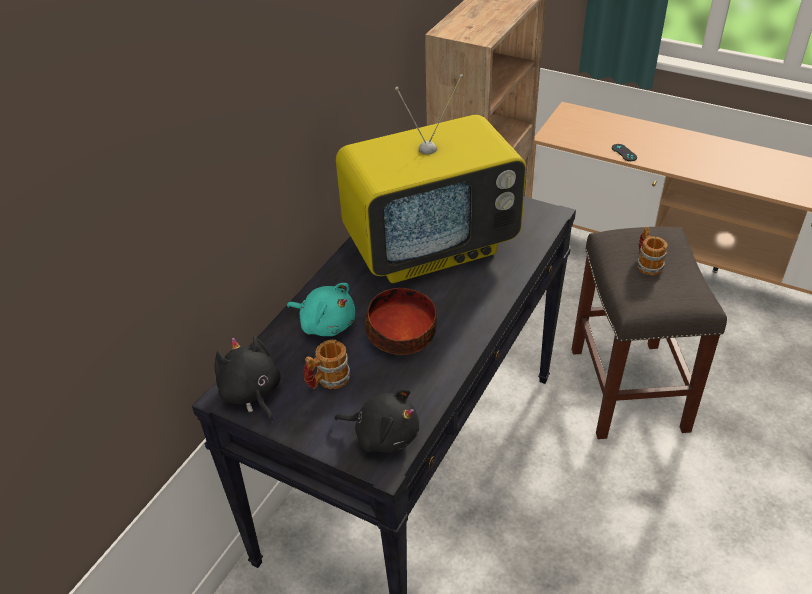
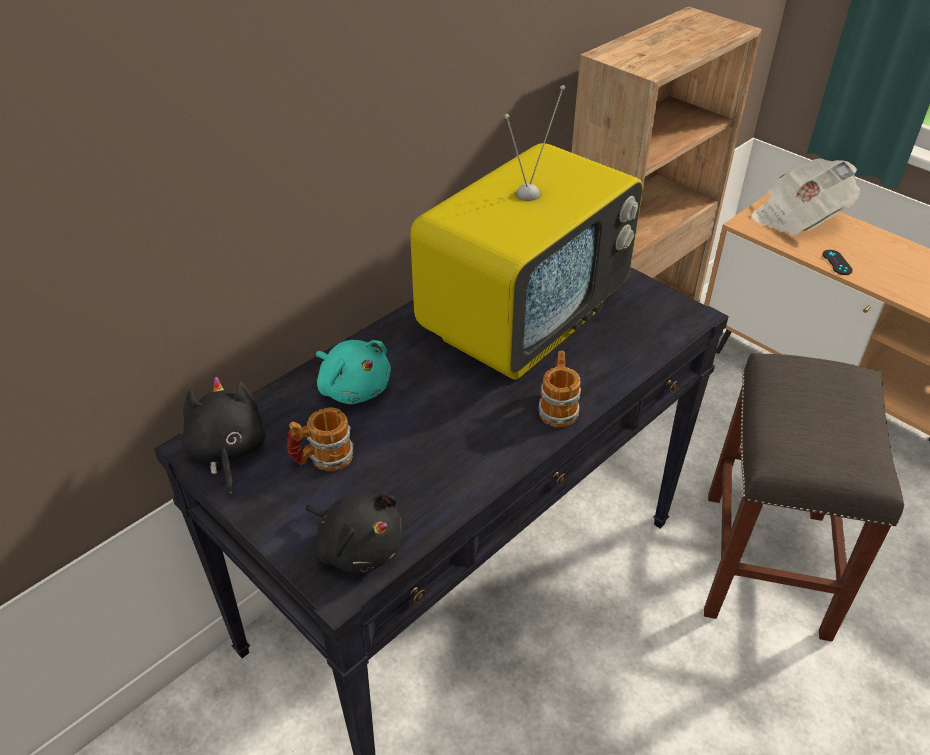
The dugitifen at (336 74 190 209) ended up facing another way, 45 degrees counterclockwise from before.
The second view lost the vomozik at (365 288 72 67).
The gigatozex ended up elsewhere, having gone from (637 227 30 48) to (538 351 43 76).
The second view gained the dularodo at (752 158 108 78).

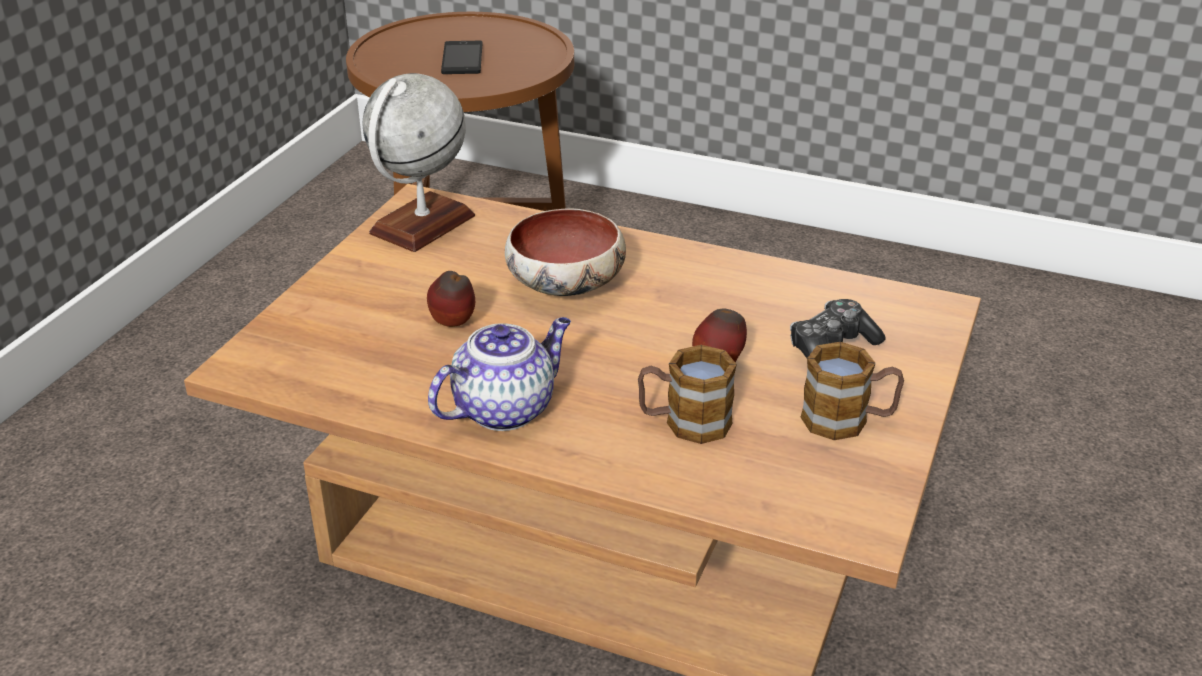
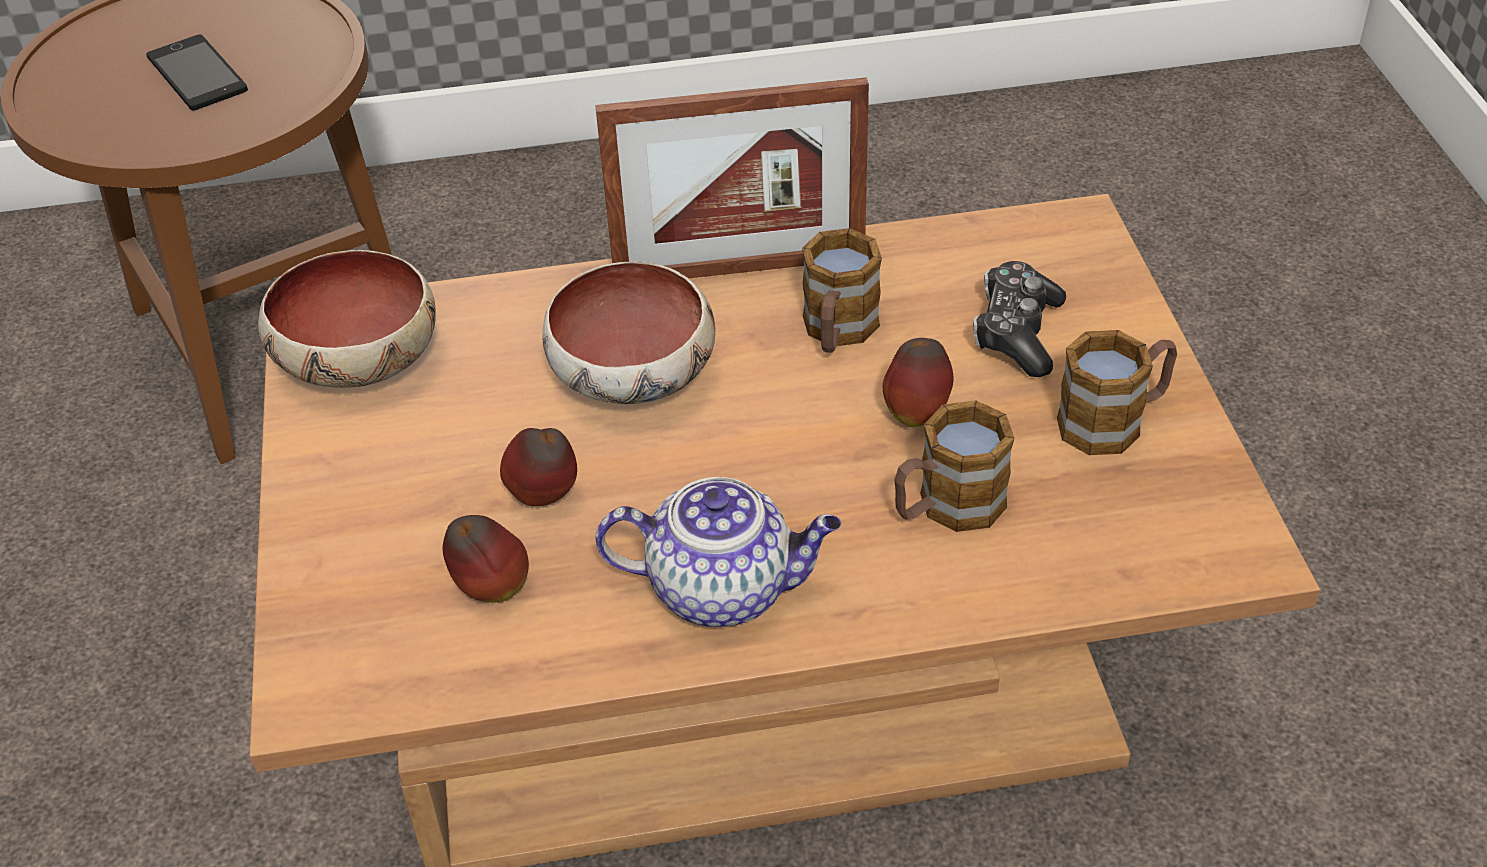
Where the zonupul stood at (363 73 112 179), the vomozik came to stand at (258 250 178 138).
The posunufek at (428 317 143 114) ended up facing another way, 75 degrees clockwise from before.
The second view gained the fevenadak at (443 515 86 88).
The second view gained the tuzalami at (595 78 274 200).
The second view gained the gigatozex at (802 228 80 125).

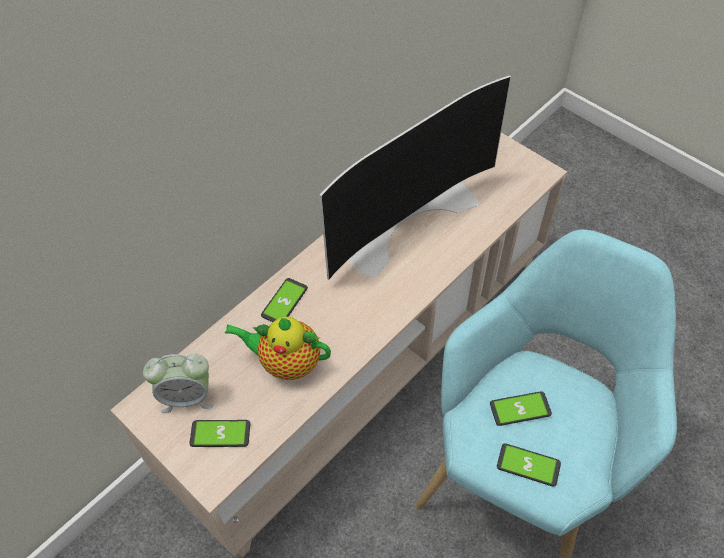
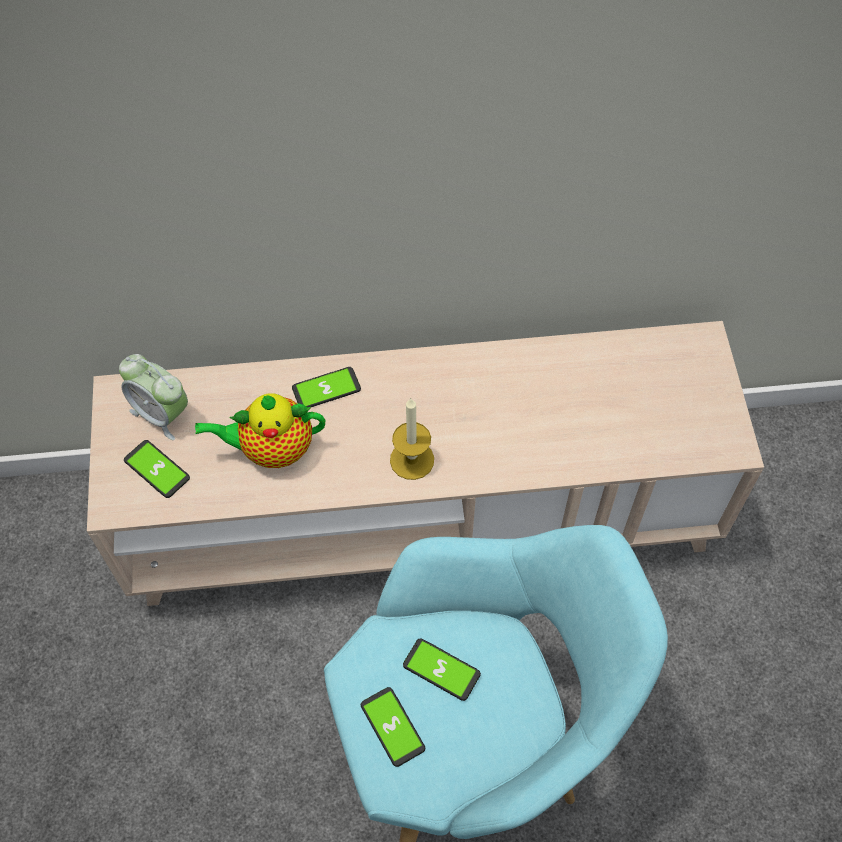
The posunufek at (225 317 106 63) ended up facing another way, 60 degrees counterclockwise from before.
The second view lost the dugitifen at (320 75 191 205).
The second view gained the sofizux at (390 399 44 81).

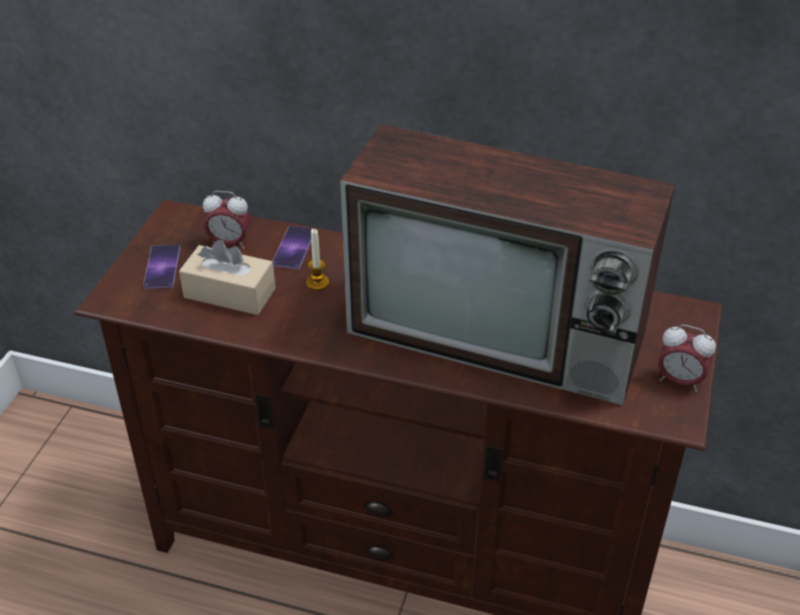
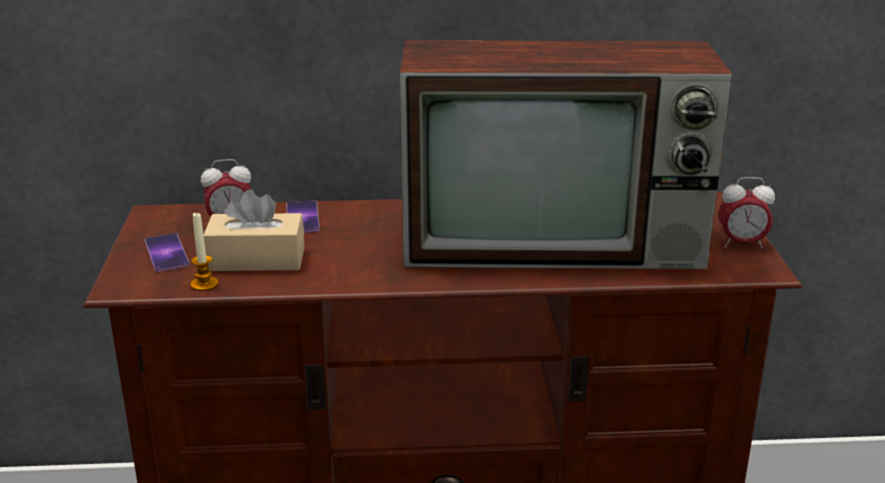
The sofizux ended up elsewhere, having gone from (306 229 23 61) to (191 211 27 80).

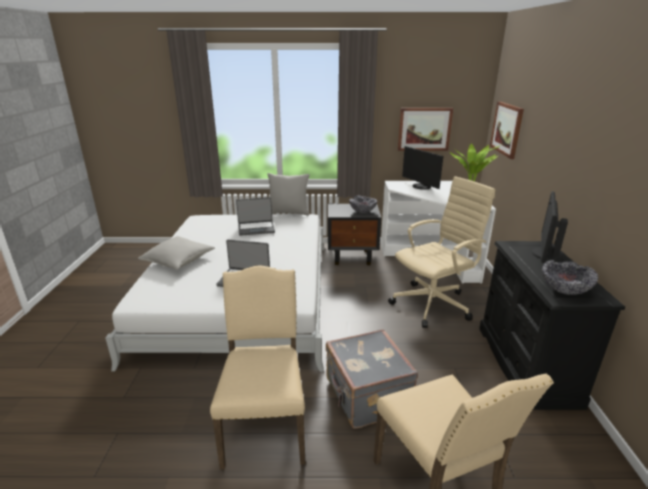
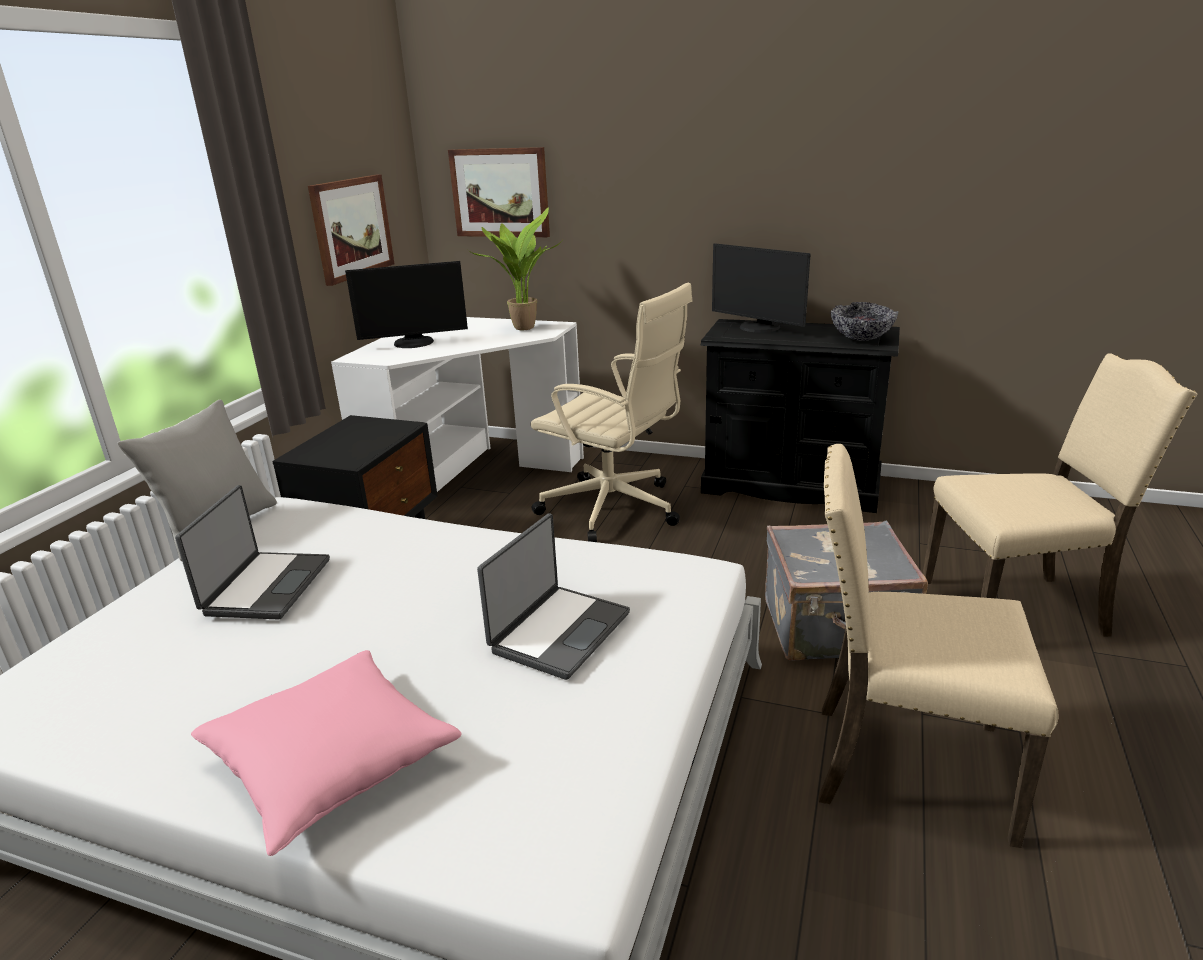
What was the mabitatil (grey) at (138 236 77 34) turned into the mabitatil (pink) at (191 650 271 206).
The second view lost the vomozik at (349 195 28 18).
The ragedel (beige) at (388 176 108 152) ended up facing another way, 135 degrees clockwise from before.

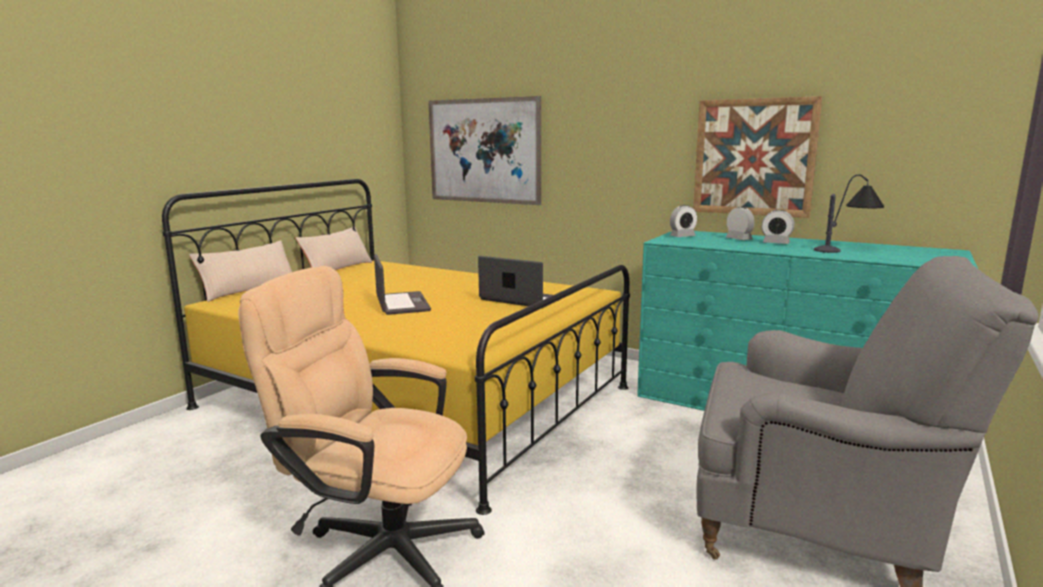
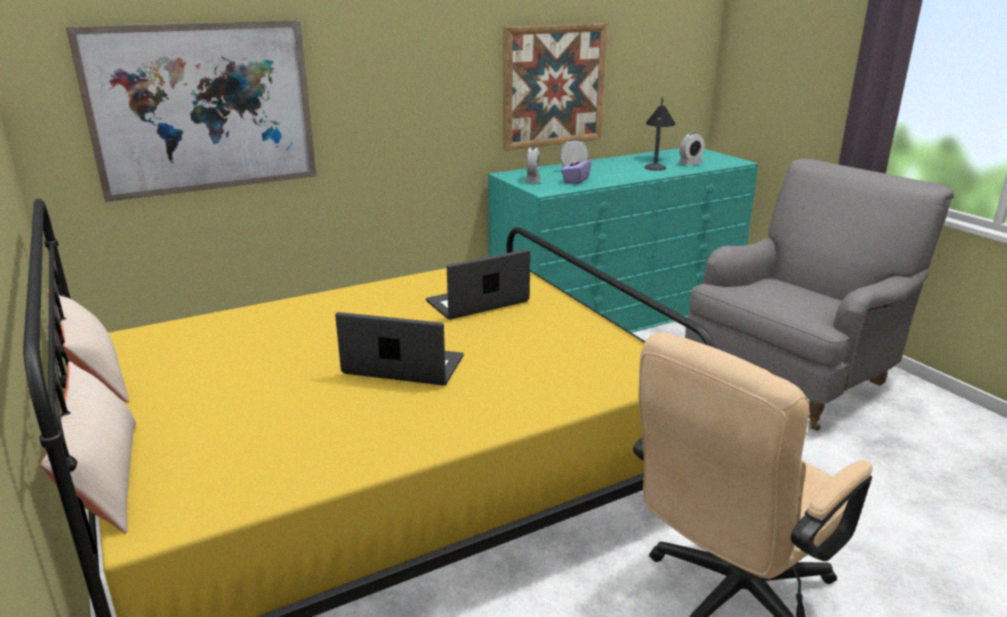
The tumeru ended up elsewhere, having gone from (761 210 34 34) to (678 133 27 33).
The second view gained the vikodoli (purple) at (561 153 31 31).

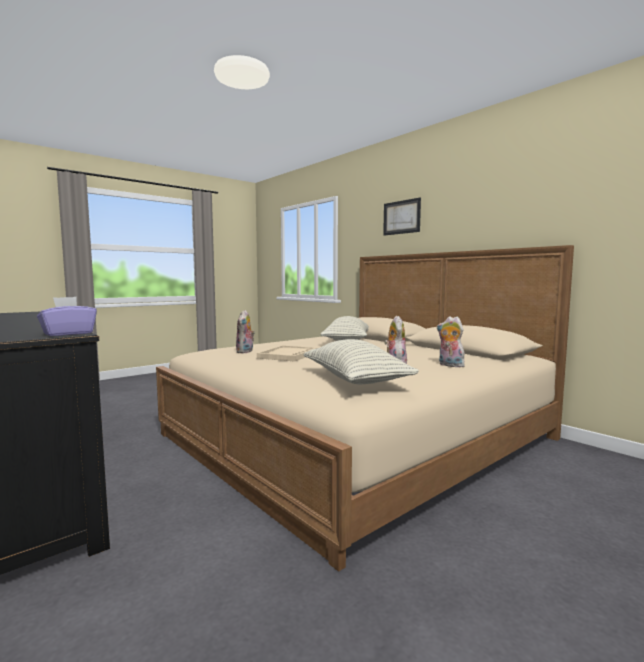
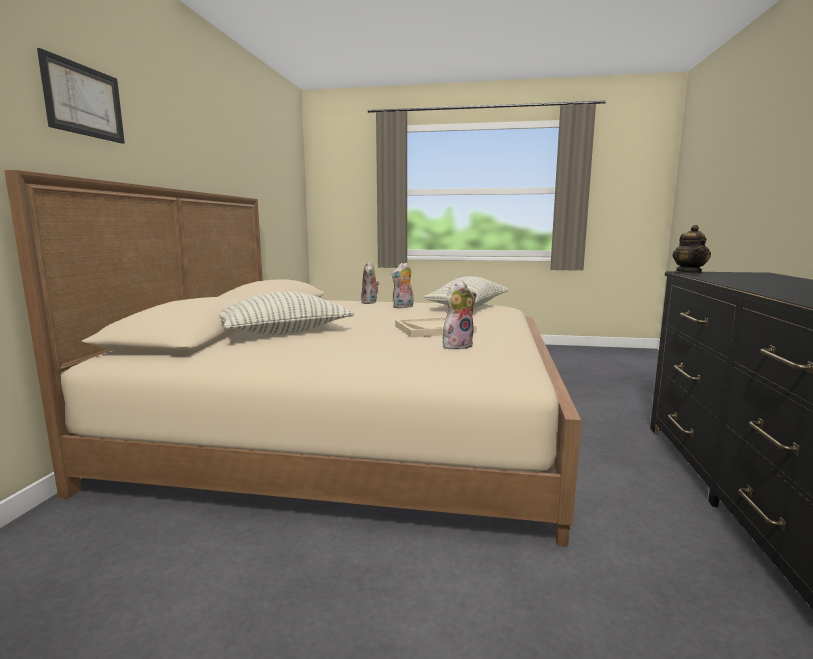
Where the vikodoli (purple) stood at (37 297 60 39), the posunufek came to stand at (672 225 39 48).

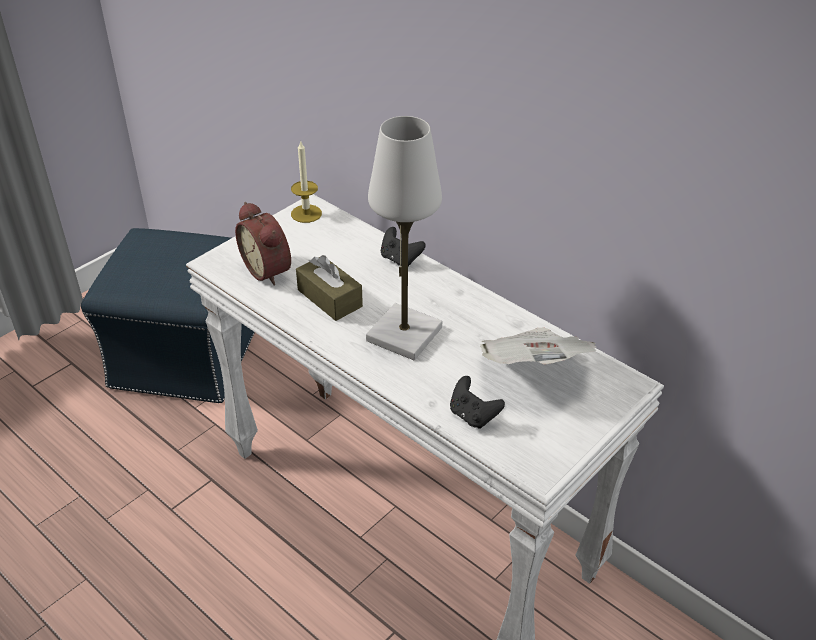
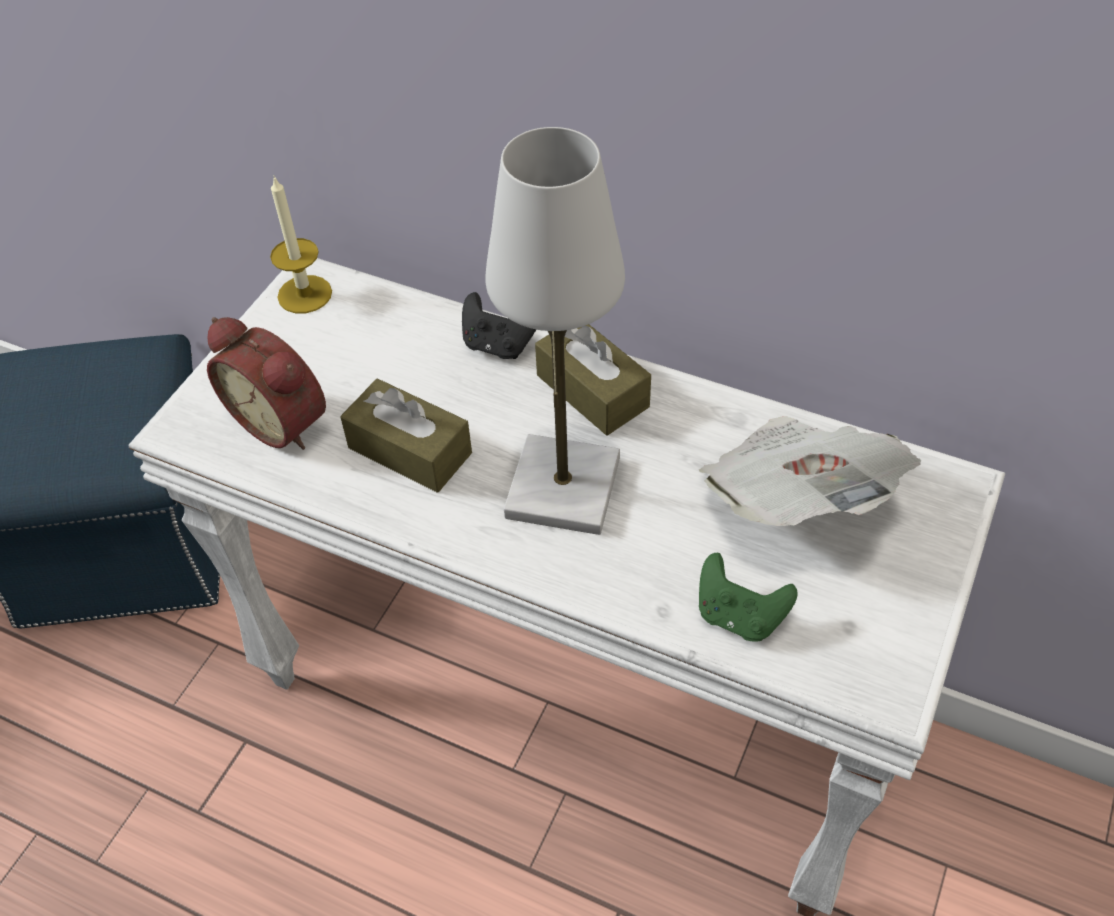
What was the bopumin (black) at (450 376 55 53) turned into the bopumin (green) at (699 553 99 89).
The second view gained the vikodoli (brown) at (535 324 116 111).

